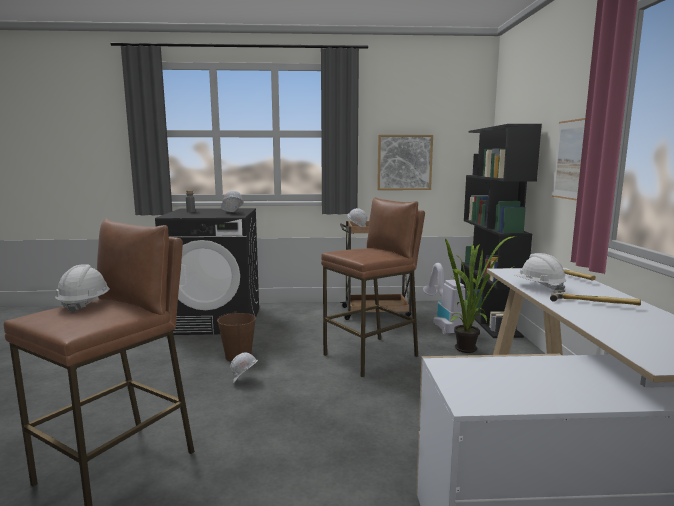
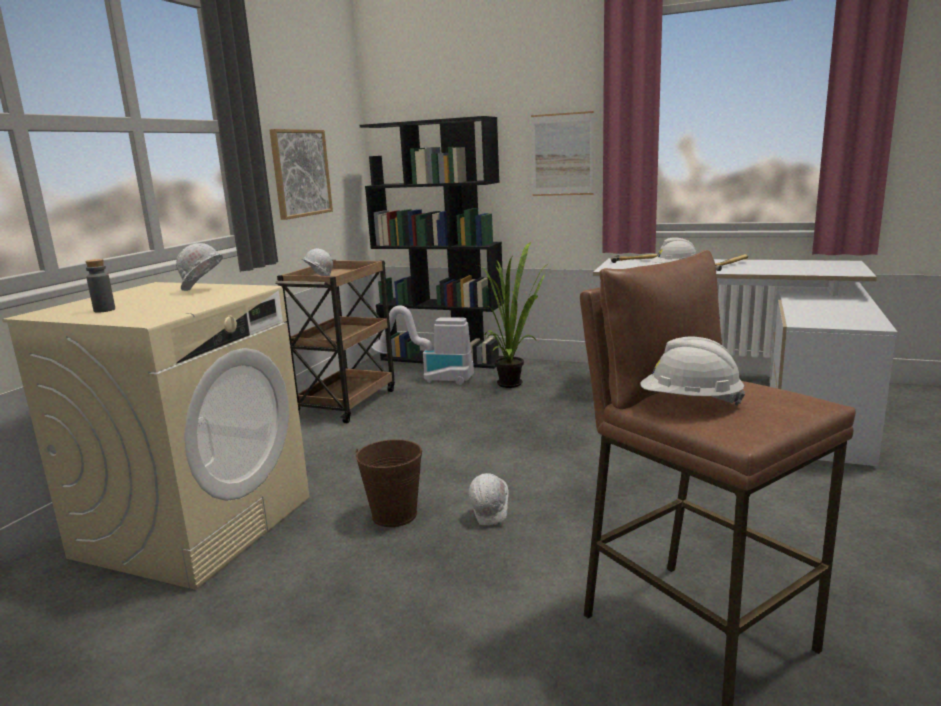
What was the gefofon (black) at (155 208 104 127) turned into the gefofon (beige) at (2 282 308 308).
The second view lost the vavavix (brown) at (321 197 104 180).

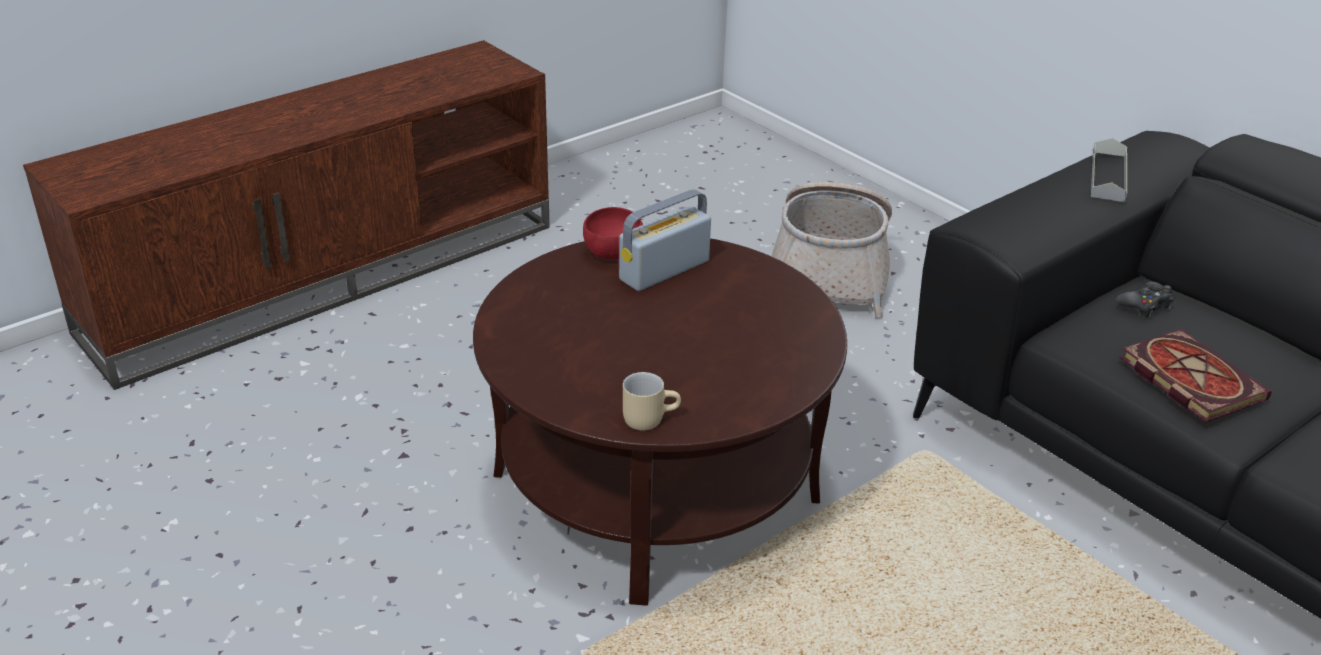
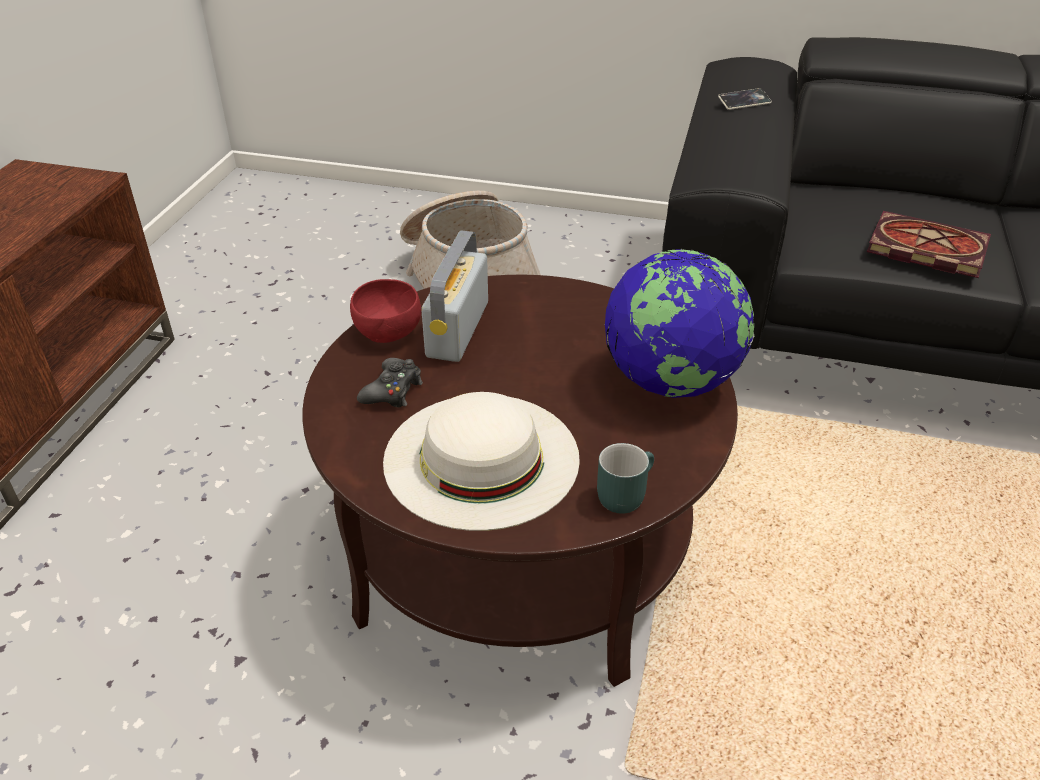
What was the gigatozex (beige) at (623 372 58 59) turned into the gigatozex (turquoise) at (597 443 57 71).
Where the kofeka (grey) stood at (1091 138 36 64), the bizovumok came to stand at (718 88 54 22).
The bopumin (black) ended up elsewhere, having gone from (1115 282 59 36) to (357 358 66 50).
The second view gained the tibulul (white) at (383 392 197 139).
The second view gained the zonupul at (605 249 149 149).

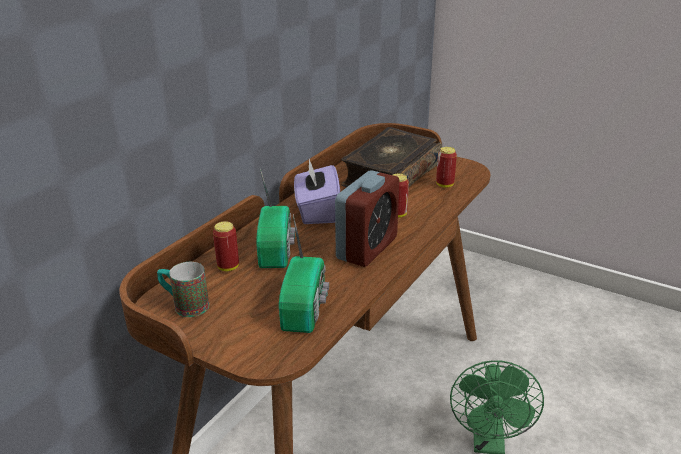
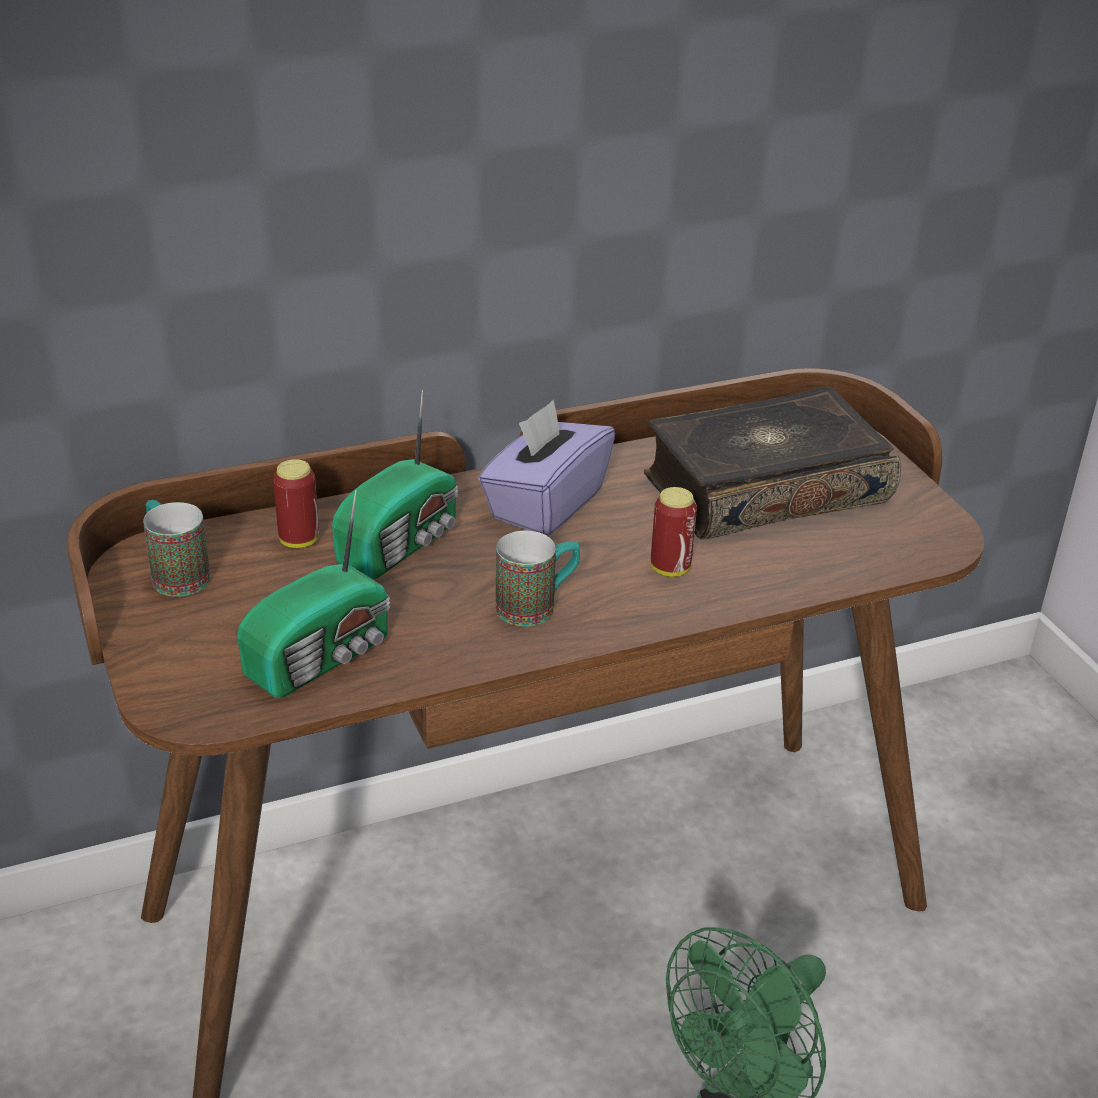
Where the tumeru stood at (335 170 64 97), the gigatozex came to stand at (496 531 84 96).
The second view lost the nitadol at (436 147 21 41).

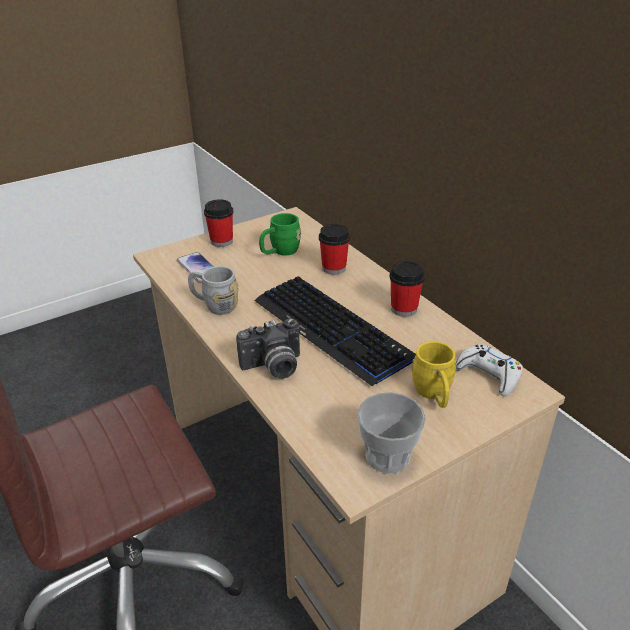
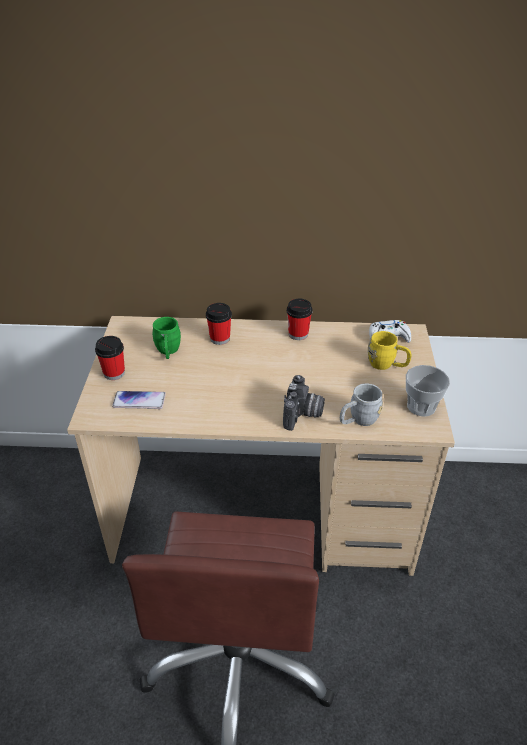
The gigatozex (grey) ended up elsewhere, having gone from (188 266 50 49) to (340 383 43 43).
The second view lost the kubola at (254 276 162 111).

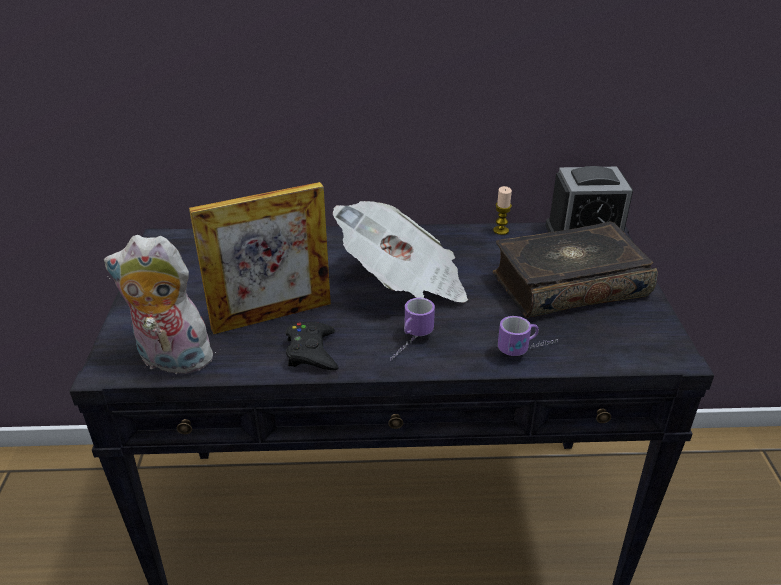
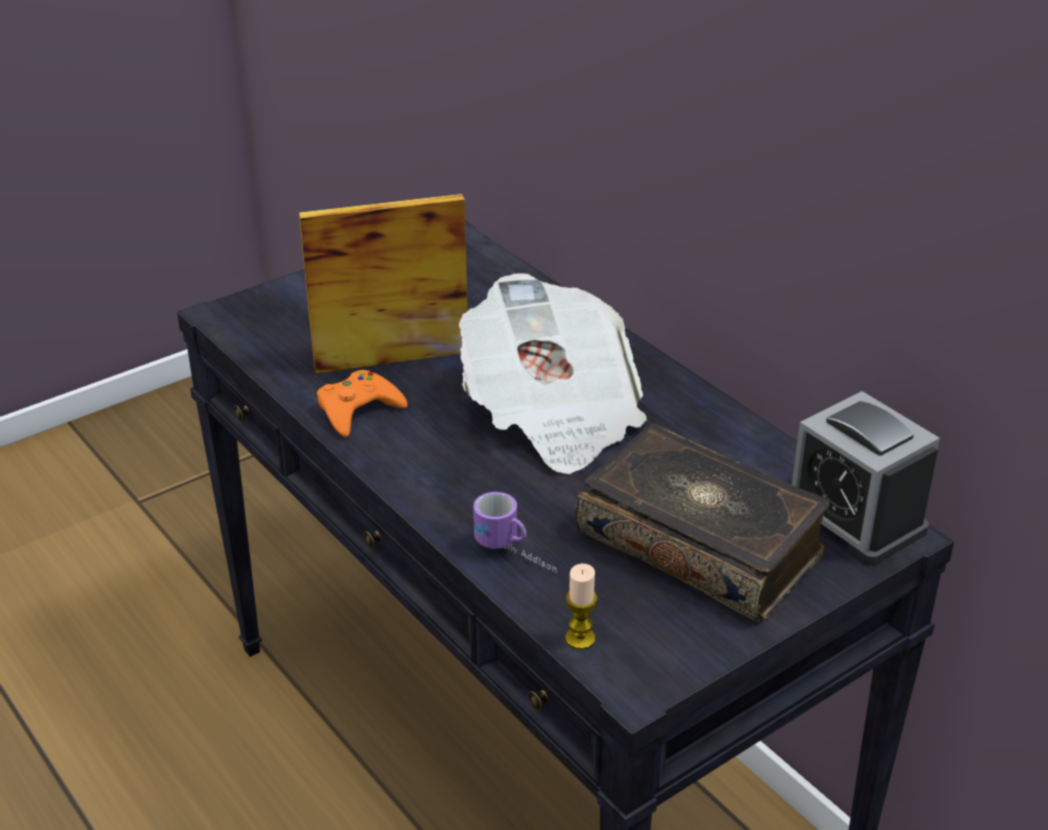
The second view lost the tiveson at (104 235 114 144).
The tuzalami at (189 182 142 152) ended up facing another way, 135 degrees clockwise from before.
What was the bopumin (black) at (286 322 53 48) turned into the bopumin (orange) at (317 370 91 67).
The second view lost the gigatozex at (390 298 45 63).
The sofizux ended up elsewhere, having gone from (493 186 19 49) to (565 564 32 86).

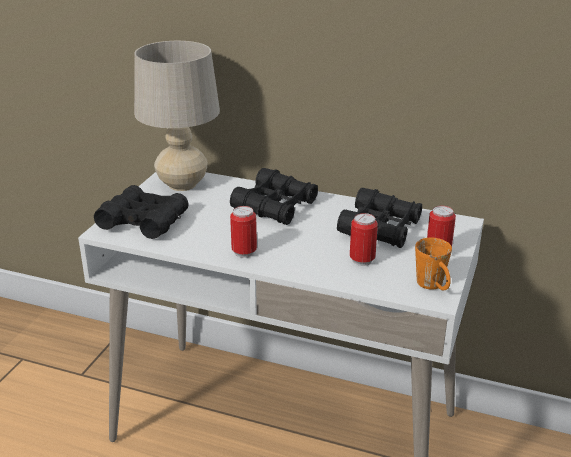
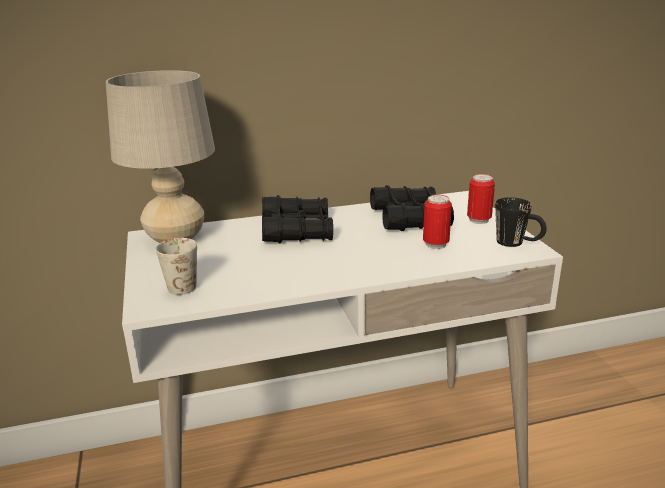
Where the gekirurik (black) stood at (94 185 95 54), the gigatozex (white) came to stand at (156 238 41 57).
The second view lost the nitadol at (230 206 27 52).
What was the gigatozex (orange) at (415 238 37 52) turned into the gigatozex (black) at (495 197 52 50).

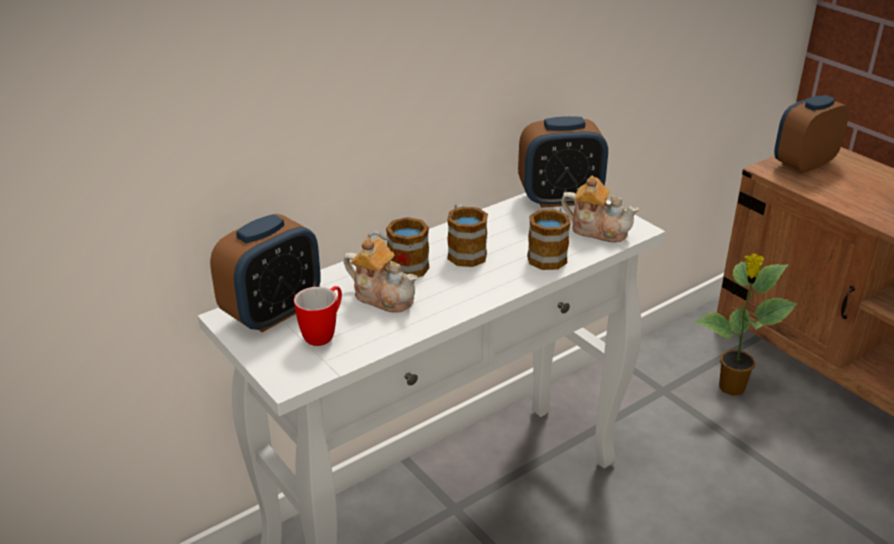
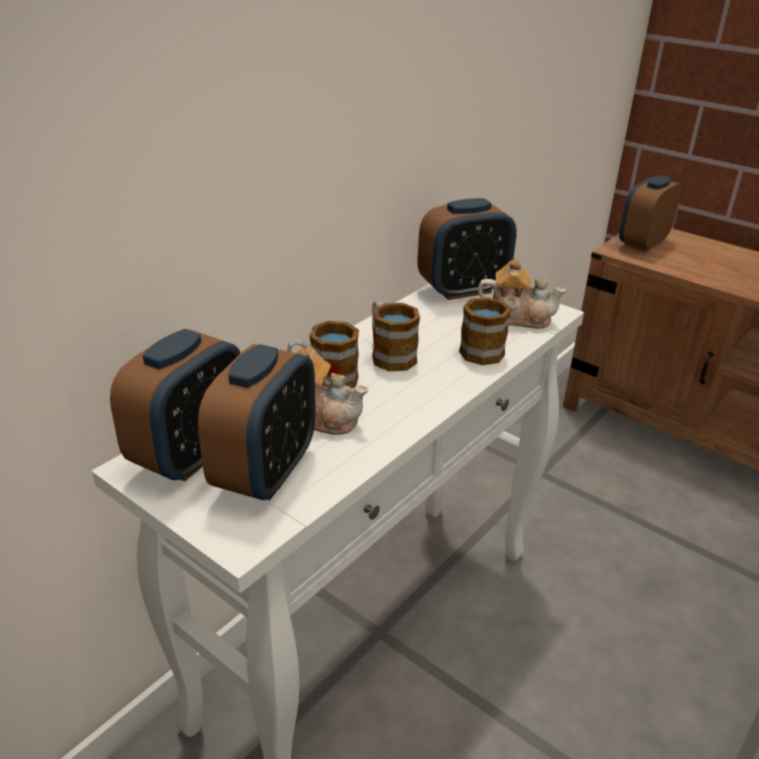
Where the gigatozex stood at (294 286 48 60), the tumeru came to stand at (198 344 118 156).
The second view lost the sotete at (694 254 103 142).

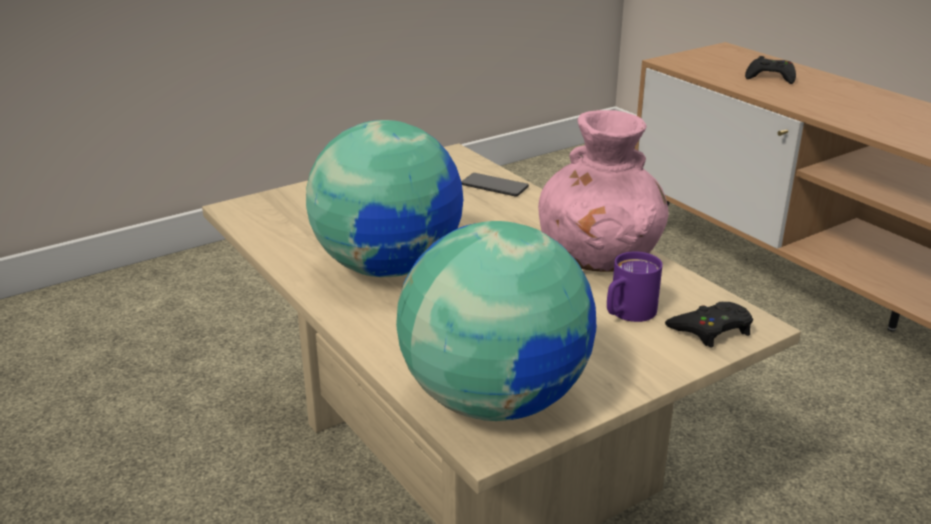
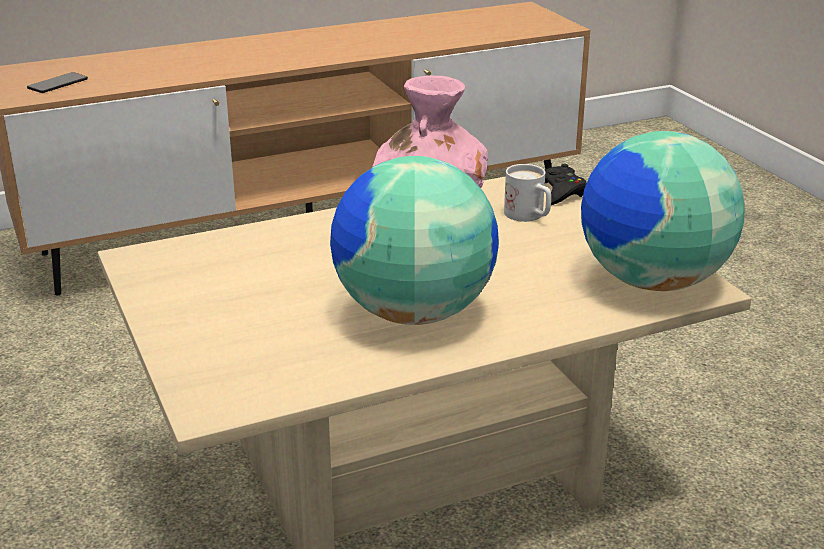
The bizovumok ended up elsewhere, having gone from (461 173 68 24) to (27 72 61 21).
What was the gigatozex (purple) at (607 251 56 71) turned into the gigatozex (white) at (504 164 47 58).
The second view lost the bopumin (black) at (745 56 51 28).

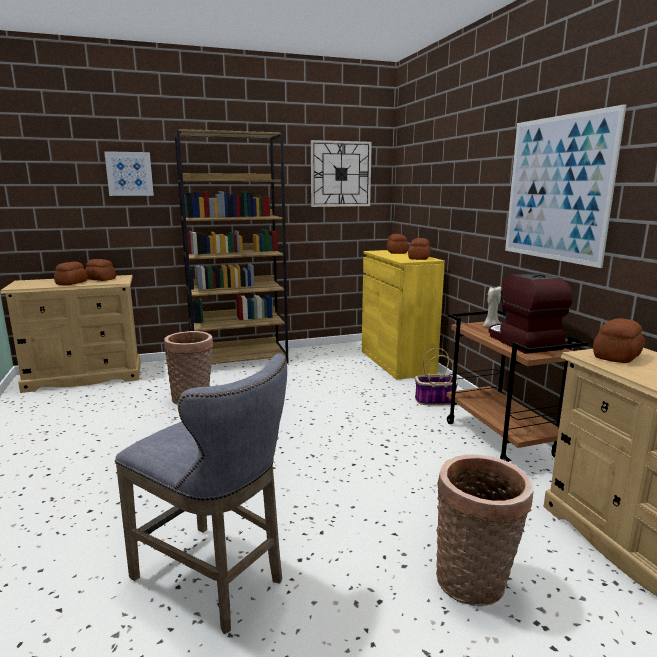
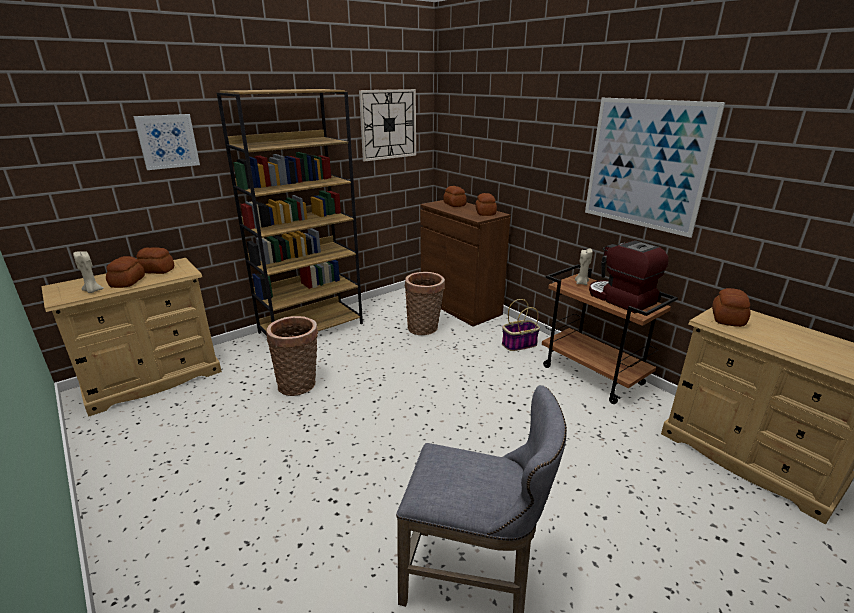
What was the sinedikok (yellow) at (362 250 83 130) turned into the sinedikok (brown) at (420 200 90 127).
The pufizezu ended up elsewhere, having gone from (436 455 98 151) to (405 272 40 63).
The second view gained the sofizux (beige) at (73 251 31 42).

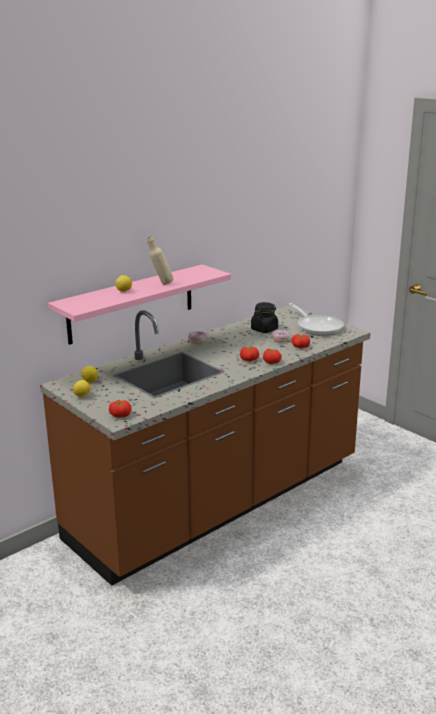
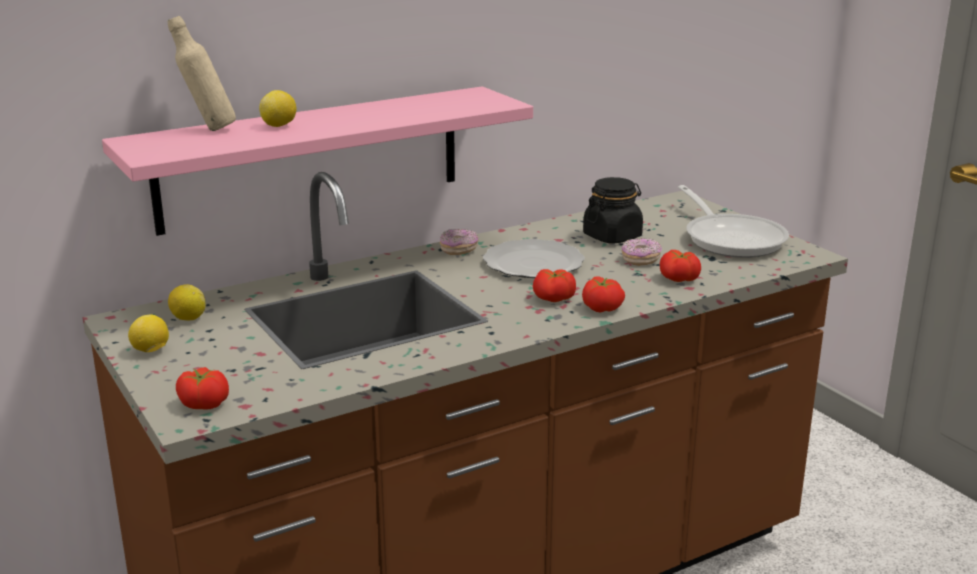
The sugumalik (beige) ended up elsewhere, having gone from (147 236 27 49) to (168 16 68 115).
The second view gained the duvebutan at (483 239 102 39).

